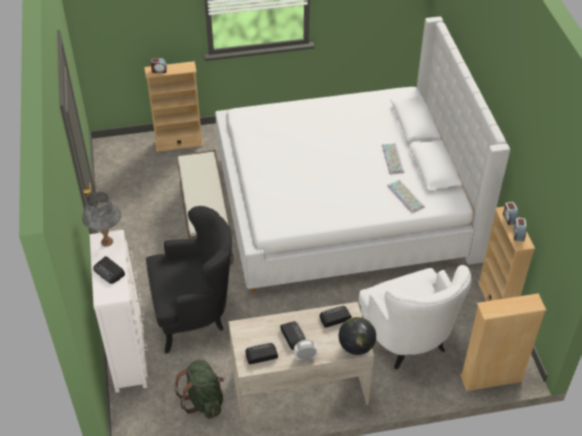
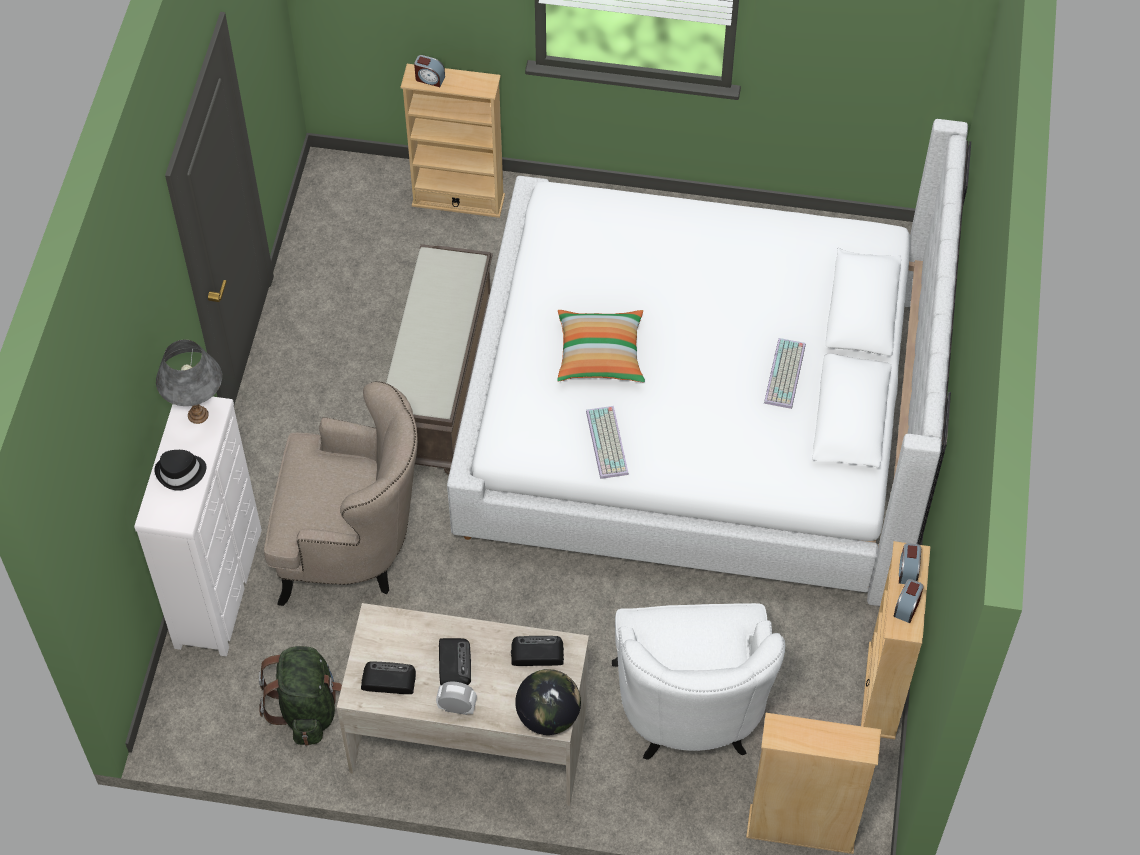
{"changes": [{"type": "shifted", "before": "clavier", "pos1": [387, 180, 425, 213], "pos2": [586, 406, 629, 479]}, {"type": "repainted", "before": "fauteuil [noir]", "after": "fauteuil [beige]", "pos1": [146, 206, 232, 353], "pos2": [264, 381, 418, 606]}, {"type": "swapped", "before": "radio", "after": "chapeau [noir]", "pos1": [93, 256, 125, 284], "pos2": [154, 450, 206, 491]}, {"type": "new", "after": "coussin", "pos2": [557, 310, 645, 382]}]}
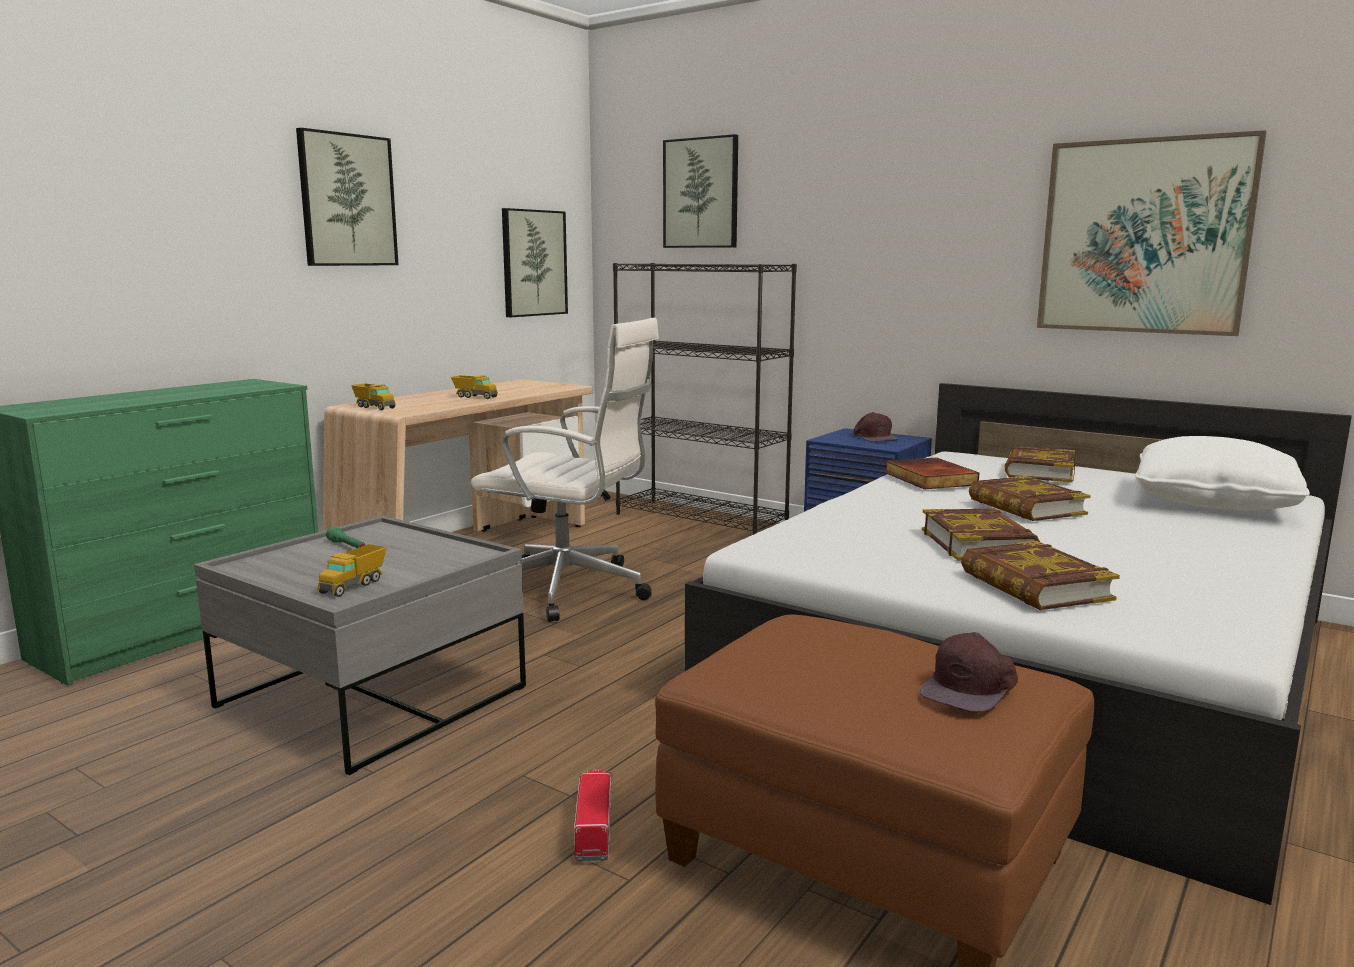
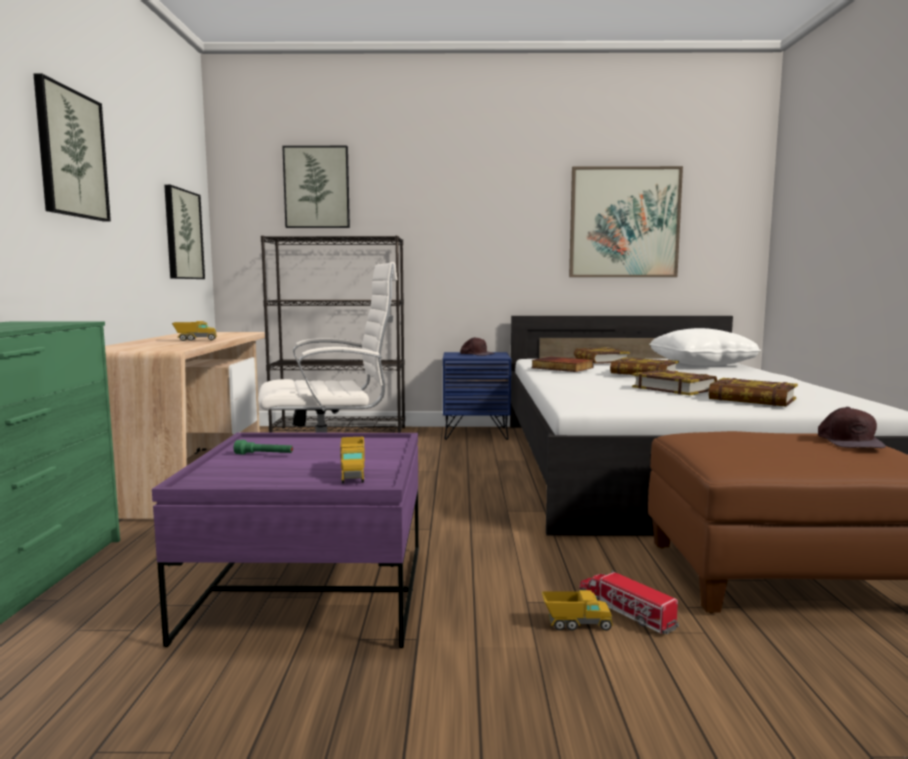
{"changes": [{"type": "shifted", "before": "camion jouet", "pos1": [351, 383, 396, 410], "pos2": [542, 590, 613, 631]}, {"type": "repainted", "before": "table basse [gris]", "after": "table basse [violet]", "pos1": [194, 516, 526, 775], "pos2": [152, 432, 419, 648]}]}
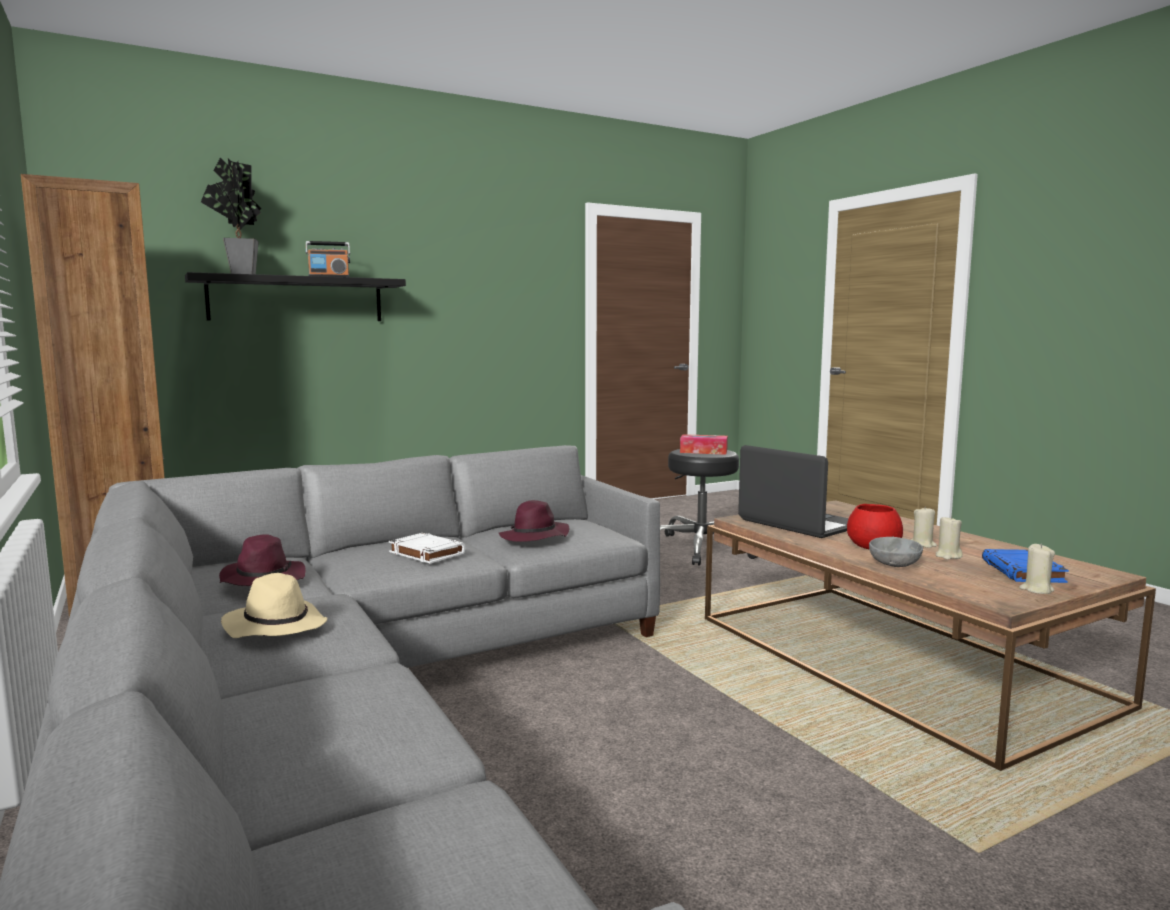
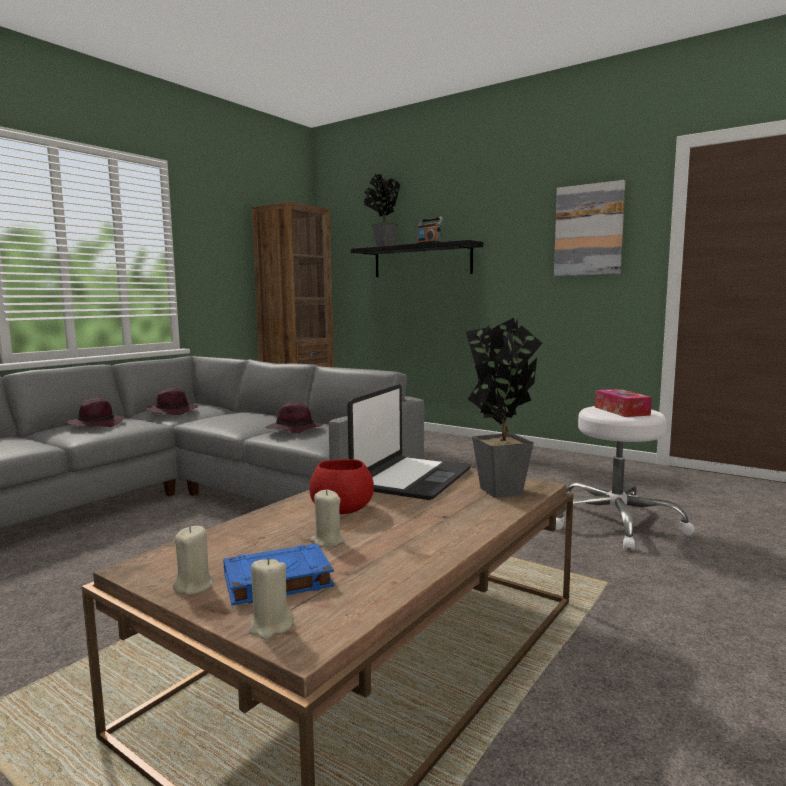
{"changes": [{"type": "repainted", "before": "tabouret [noir]", "after": "tabouret [blanc]", "pos1": [660, 449, 757, 566], "pos2": [556, 406, 695, 550]}, {"type": "shifted", "before": "bougie [beige]", "pos1": [911, 506, 937, 548], "pos2": [249, 558, 294, 639]}, {"type": "gone", "before": "livre [blanc]", "pos1": [389, 533, 466, 564]}, {"type": "gone", "before": "bol [gris]", "pos1": [869, 537, 923, 567]}, {"type": "repainted", "before": "chapeau [beige]", "after": "chapeau [violet]", "pos1": [221, 573, 327, 638], "pos2": [66, 398, 125, 427]}, {"type": "new", "after": "tableau", "pos2": [554, 180, 625, 276]}, {"type": "new", "after": "plante en pot", "pos2": [466, 318, 542, 498]}]}
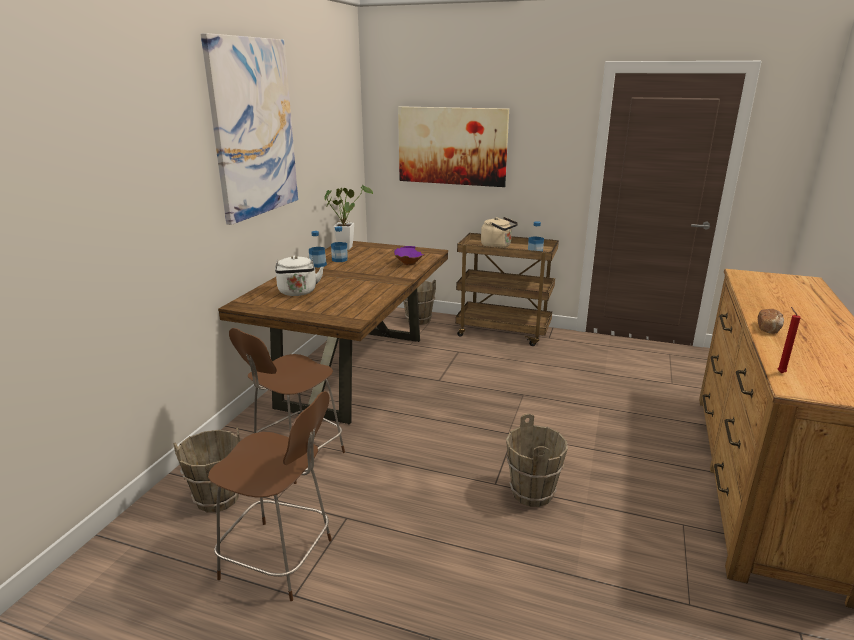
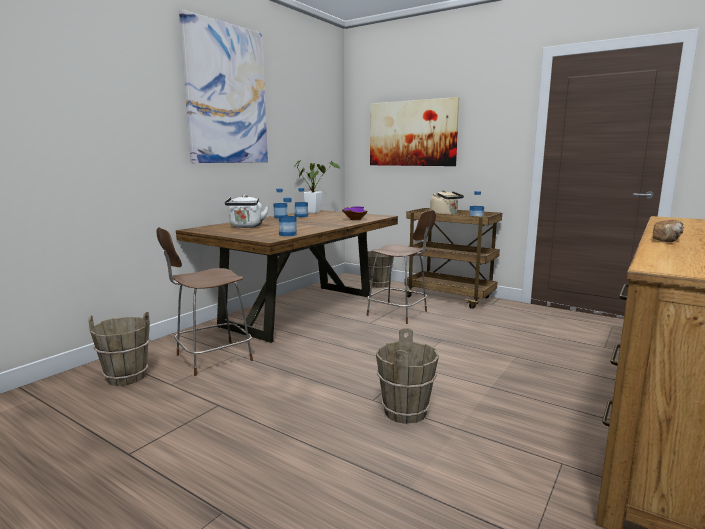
{"changes": [{"type": "gone", "before": "bougie [rouge]", "pos1": [777, 307, 801, 373]}, {"type": "shifted", "before": "chaise [marron]", "pos1": [208, 391, 332, 601], "pos2": [367, 210, 436, 324]}, {"type": "new", "after": "bouteille", "pos2": [279, 198, 297, 236]}]}
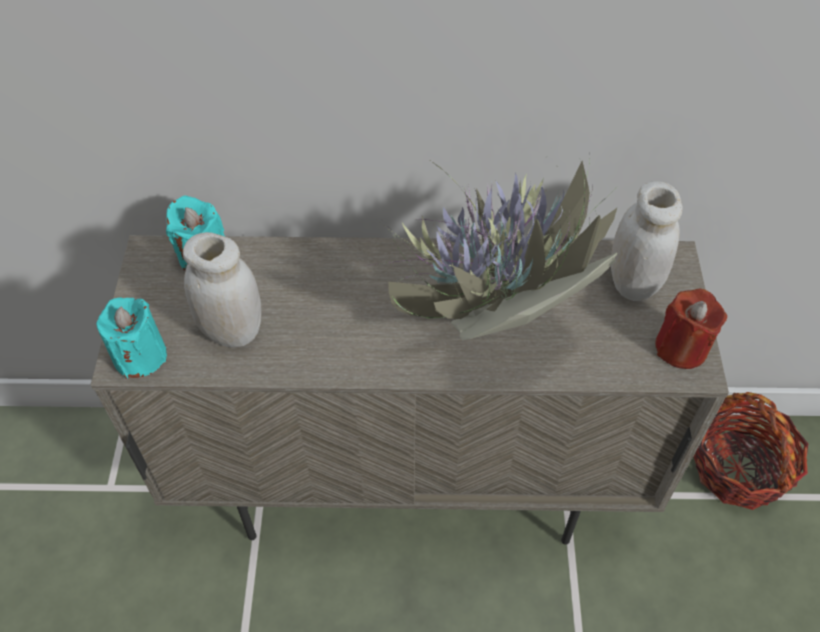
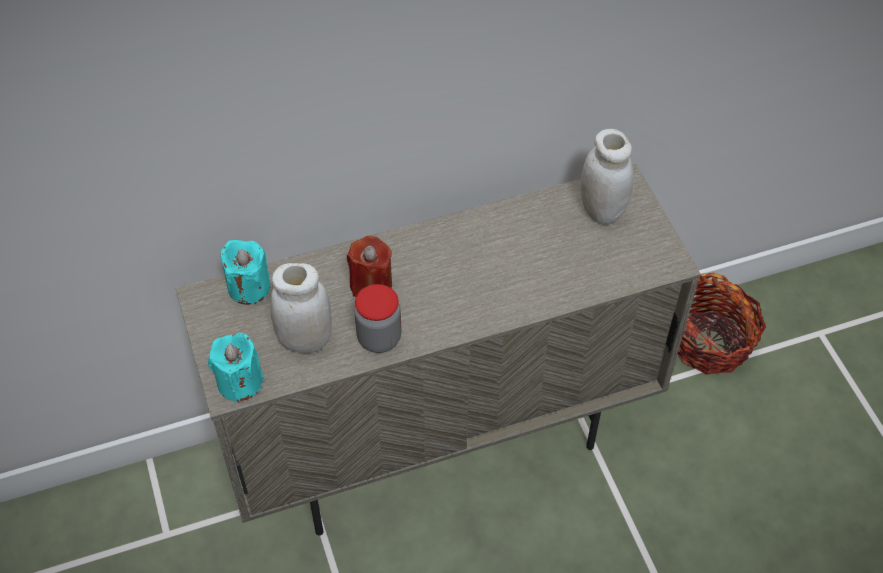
{"changes": [{"type": "gone", "before": "plante en pot", "pos1": [374, 155, 618, 340]}, {"type": "shifted", "before": "bougie [rouge]", "pos1": [655, 289, 727, 369], "pos2": [347, 236, 392, 297]}, {"type": "new", "after": "bocal", "pos2": [354, 284, 402, 353]}]}
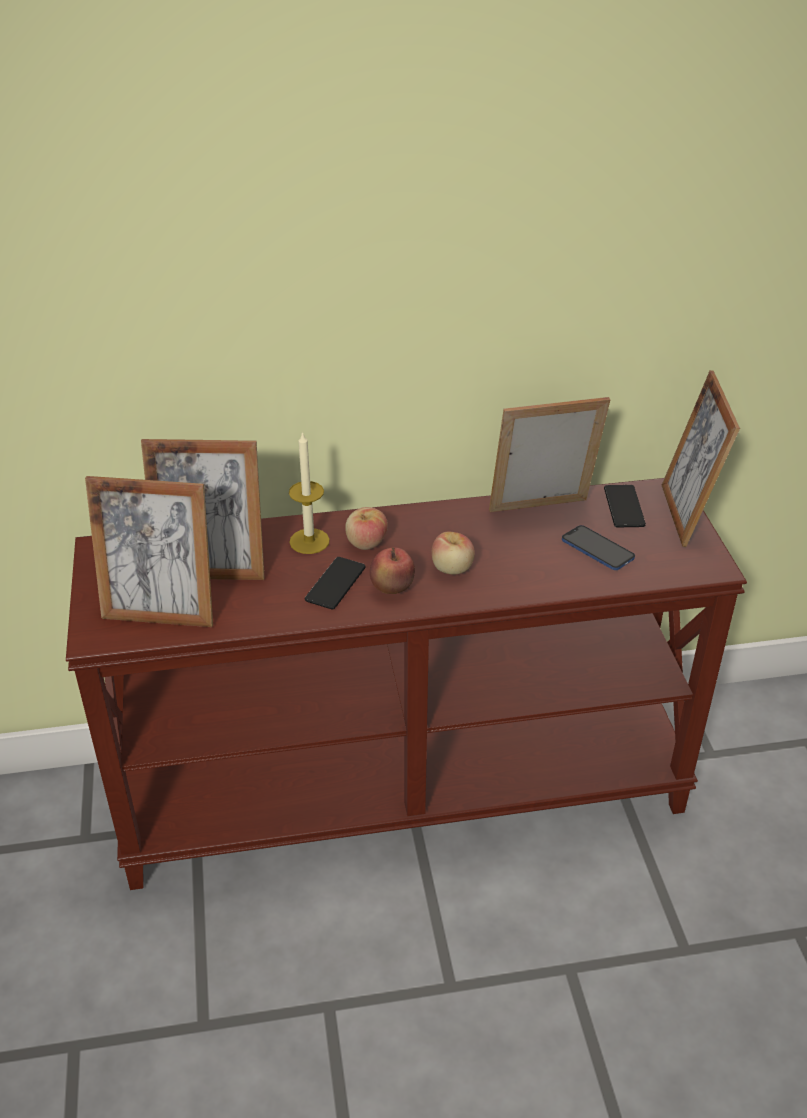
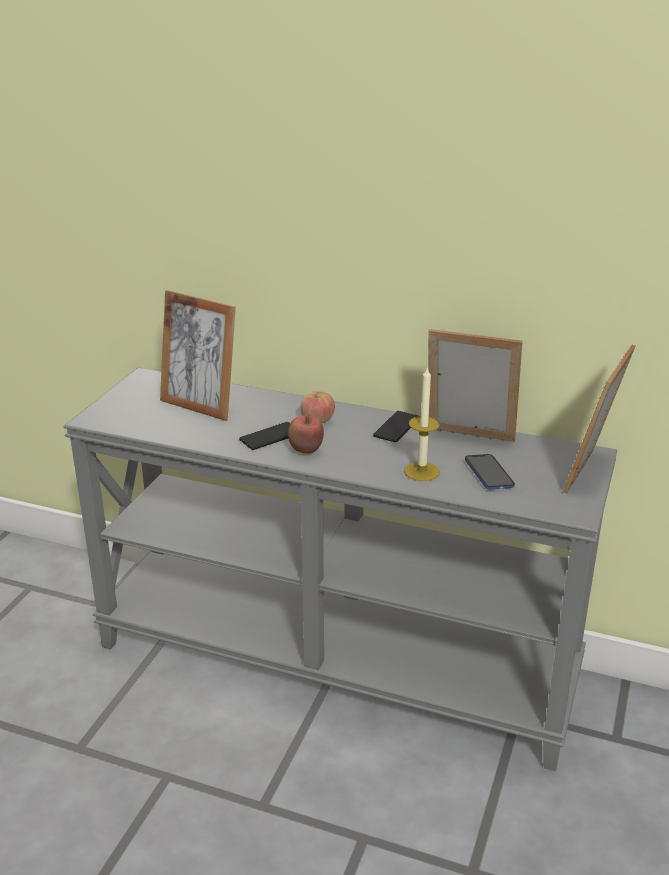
{"changes": [{"type": "shifted", "before": "bougie", "pos1": [289, 431, 330, 554], "pos2": [404, 366, 440, 481]}, {"type": "gone", "before": "cadre photo", "pos1": [85, 476, 213, 627]}, {"type": "repainted", "before": "table console [marron]", "after": "table console [gris]", "pos1": [66, 478, 747, 890], "pos2": [64, 368, 617, 771]}, {"type": "shifted", "before": "téléphone", "pos1": [604, 485, 646, 527], "pos2": [373, 411, 418, 442]}, {"type": "gone", "before": "pomme", "pos1": [432, 532, 475, 574]}]}
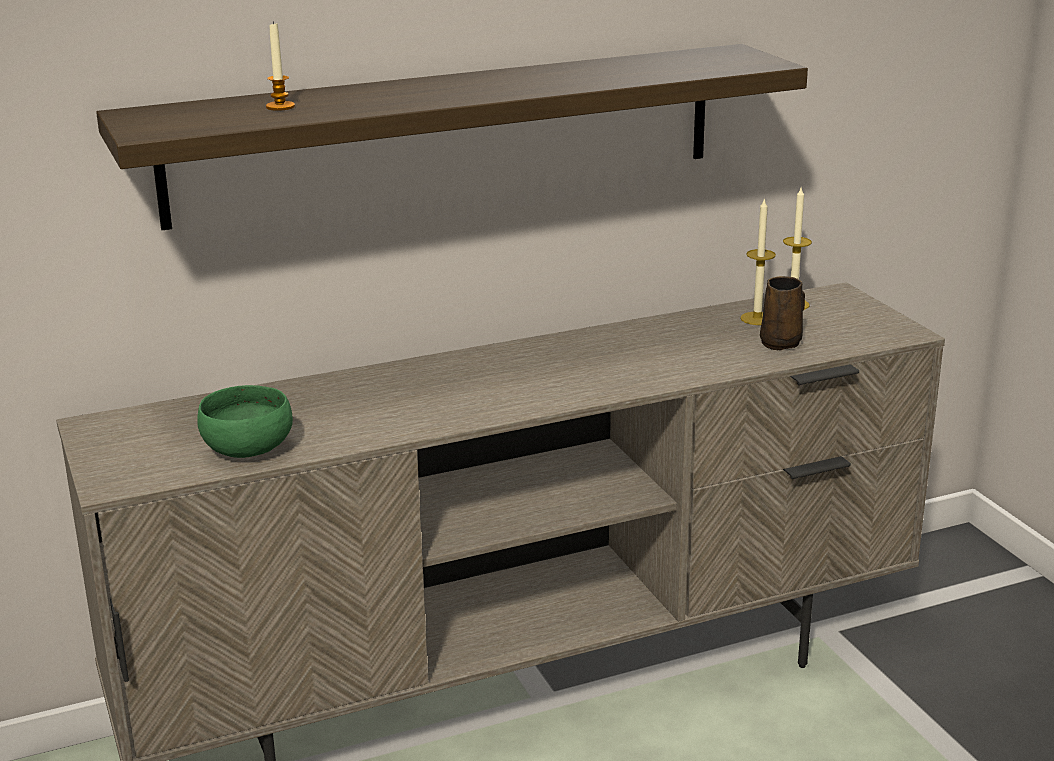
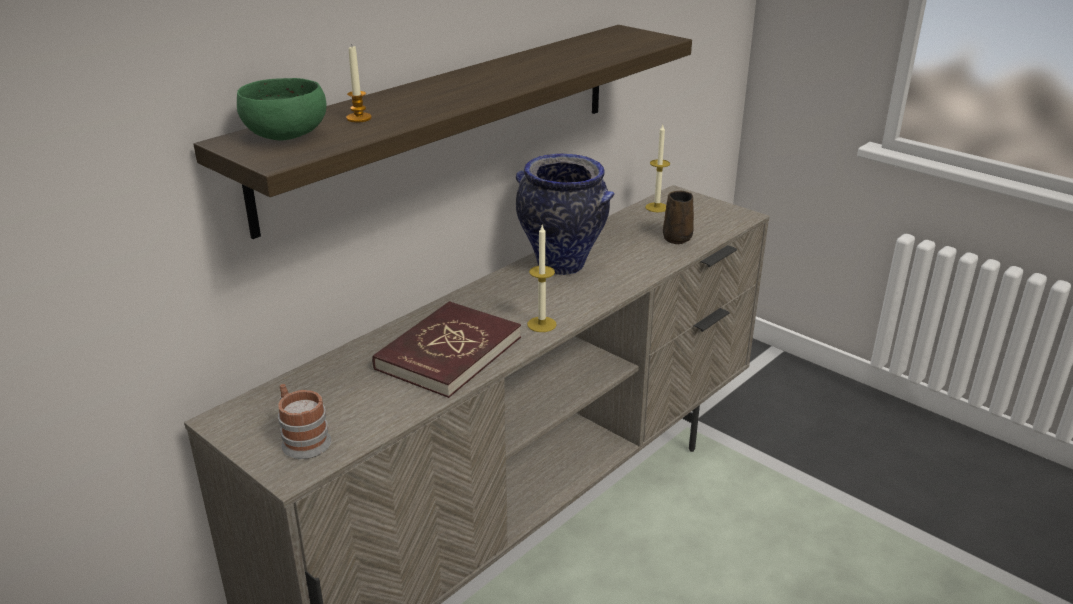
{"changes": [{"type": "shifted", "before": "bougie", "pos1": [740, 198, 776, 325], "pos2": [527, 225, 557, 332]}, {"type": "shifted", "before": "bol [vert]", "pos1": [197, 385, 293, 458], "pos2": [237, 78, 327, 141]}, {"type": "new", "after": "vase", "pos2": [516, 153, 615, 275]}, {"type": "new", "after": "livre [rouge]", "pos2": [372, 301, 521, 398]}, {"type": "new", "after": "mug", "pos2": [278, 384, 331, 459]}]}
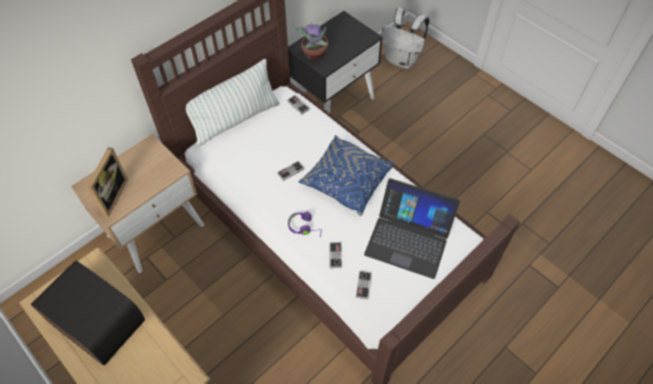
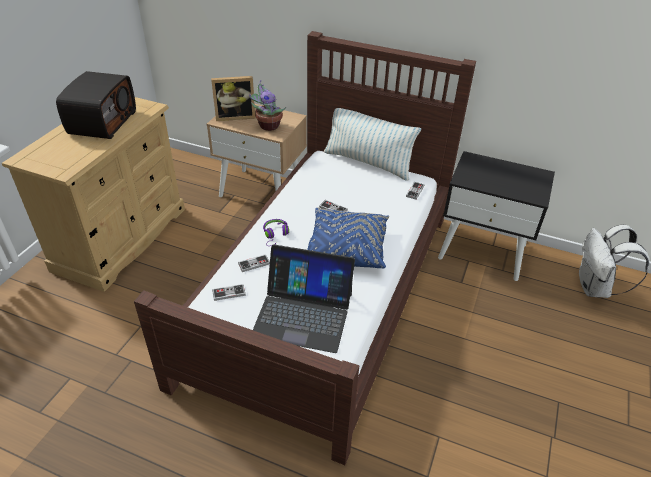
{"changes": [{"type": "shifted", "before": "plante en pot", "pos1": [292, 22, 328, 61], "pos2": [249, 80, 286, 131]}, {"type": "rotated", "before": "ordinateur portable", "pos1": [364, 178, 460, 279], "pos2": [253, 244, 355, 353], "turn": -75}]}
